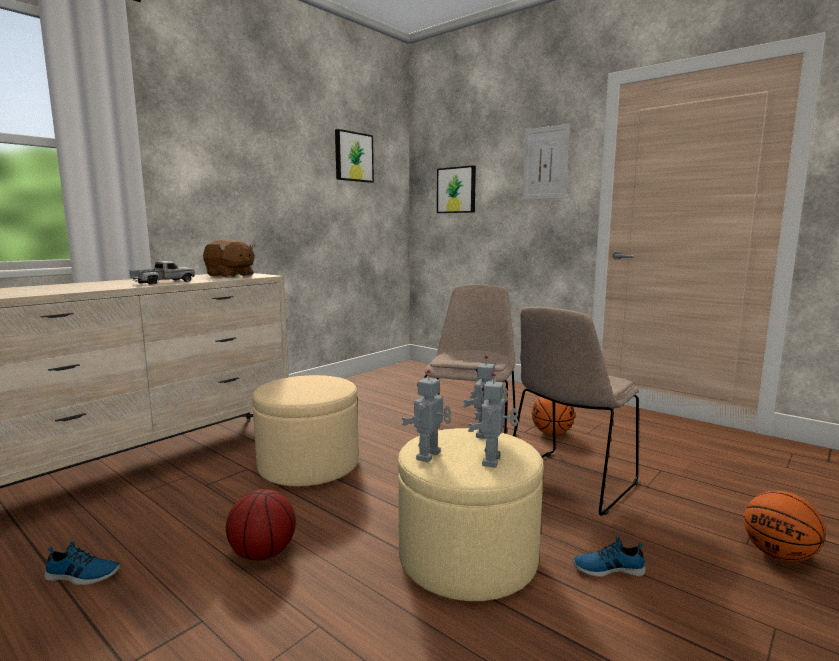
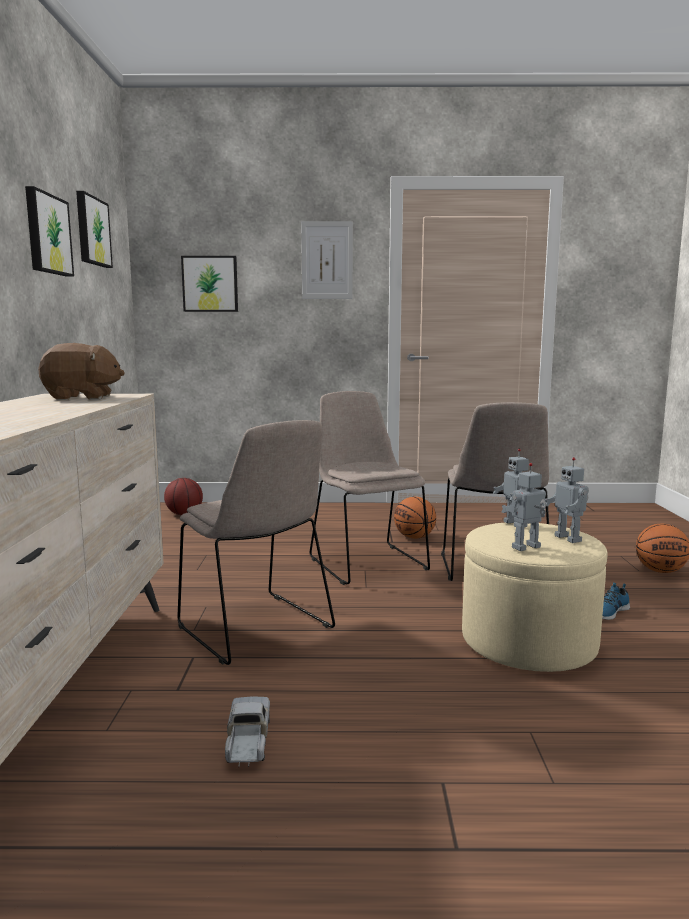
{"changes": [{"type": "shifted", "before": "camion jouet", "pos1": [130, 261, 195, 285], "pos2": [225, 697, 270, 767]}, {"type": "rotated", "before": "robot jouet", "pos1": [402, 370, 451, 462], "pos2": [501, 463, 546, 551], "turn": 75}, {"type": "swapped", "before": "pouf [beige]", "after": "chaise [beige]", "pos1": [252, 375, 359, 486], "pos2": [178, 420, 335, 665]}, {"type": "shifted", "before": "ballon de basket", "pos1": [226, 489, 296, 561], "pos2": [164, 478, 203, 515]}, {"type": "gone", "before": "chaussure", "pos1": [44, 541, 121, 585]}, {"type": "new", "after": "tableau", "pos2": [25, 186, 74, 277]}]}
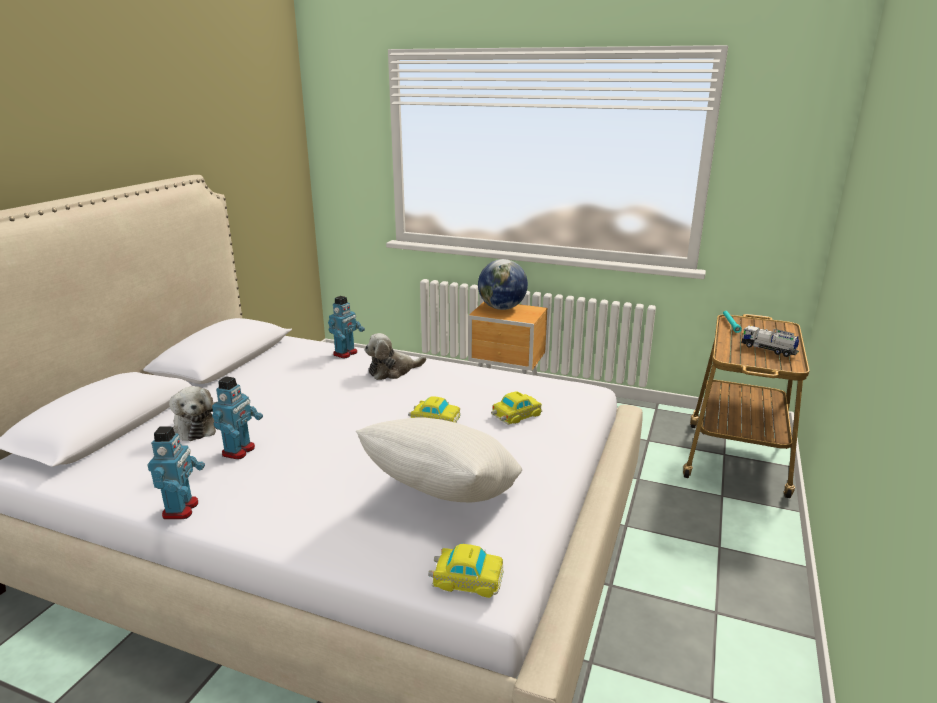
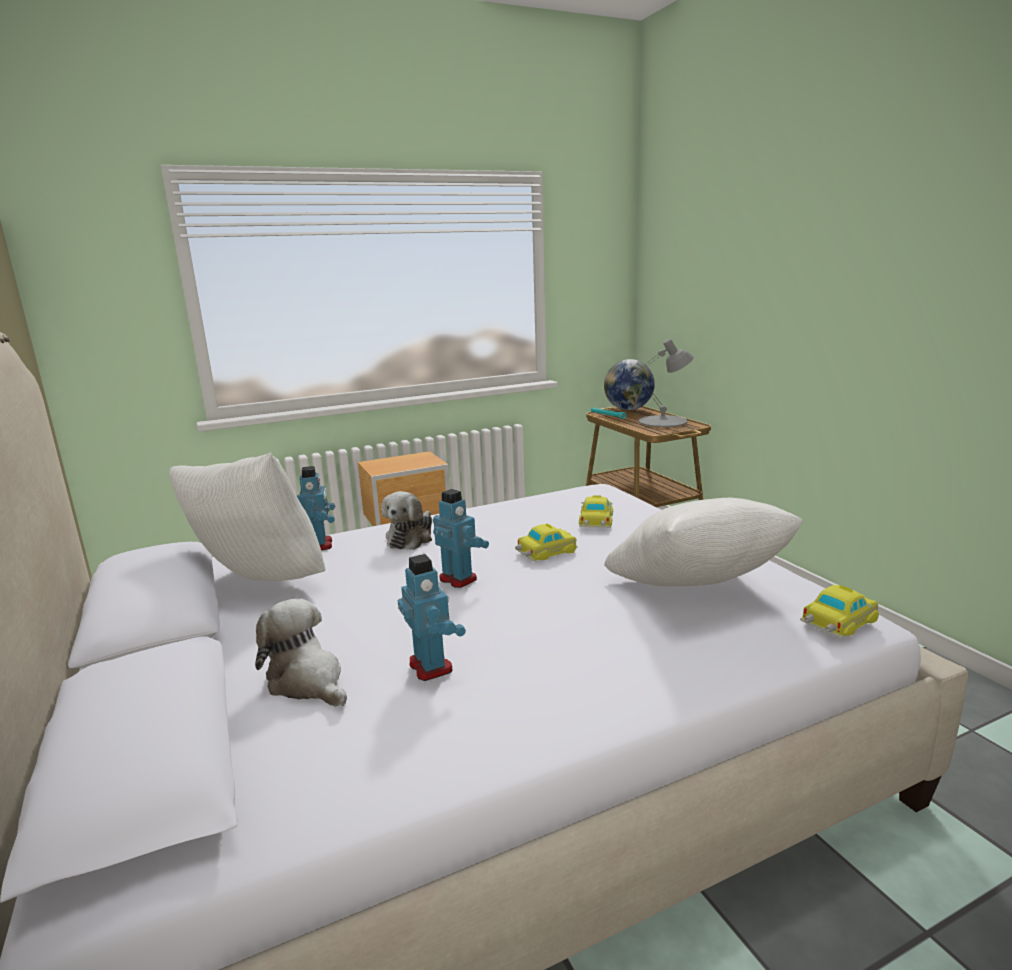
{"changes": [{"type": "shifted", "before": "globe", "pos1": [478, 259, 528, 310], "pos2": [604, 359, 655, 410]}, {"type": "swapped", "before": "camion jouet", "after": "lampe de table [gris]", "pos1": [742, 325, 799, 357], "pos2": [632, 339, 694, 427]}, {"type": "rotated", "before": "peluche", "pos1": [169, 386, 217, 441], "pos2": [255, 599, 347, 707], "turn": -150}, {"type": "shifted", "before": "robot jouet", "pos1": [147, 427, 205, 519], "pos2": [433, 489, 489, 588]}, {"type": "new", "after": "coussin [blanc]", "pos2": [169, 452, 325, 581]}]}
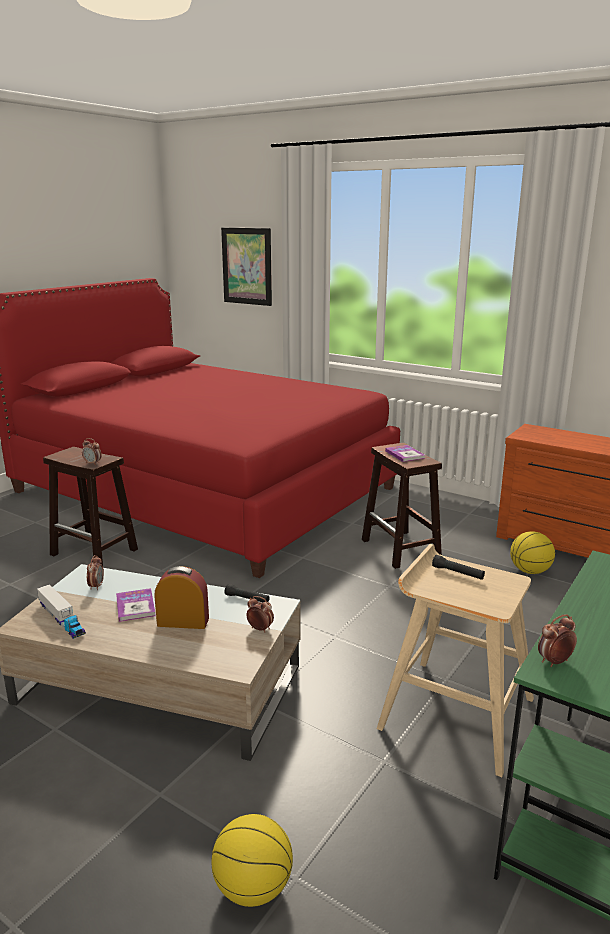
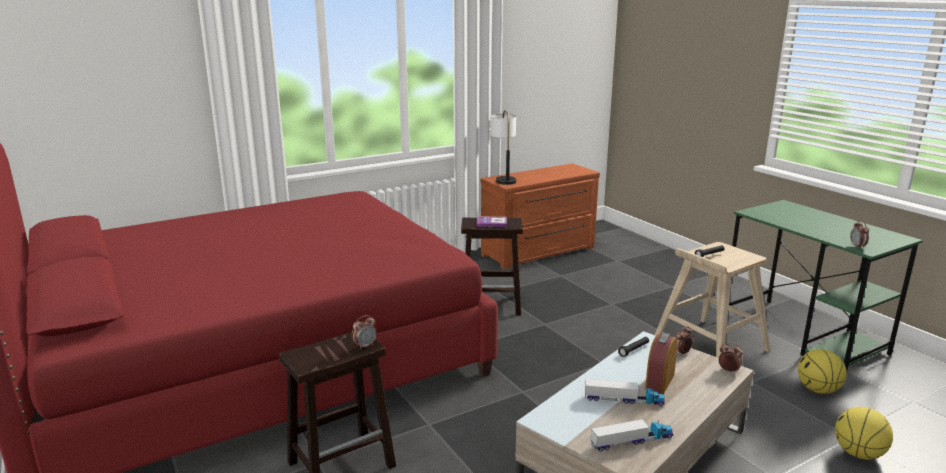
{"changes": [{"type": "gone", "before": "tableau", "pos1": [221, 228, 272, 306]}, {"type": "shifted", "before": "ballon de basket", "pos1": [510, 531, 555, 574], "pos2": [798, 349, 847, 394]}, {"type": "shifted", "before": "réveil", "pos1": [87, 555, 104, 590], "pos2": [719, 343, 743, 373]}, {"type": "swapped", "before": "livre", "after": "camion jouet", "pos1": [116, 588, 156, 622], "pos2": [585, 379, 665, 406]}, {"type": "new", "after": "lampe de table", "pos2": [490, 110, 516, 185]}]}
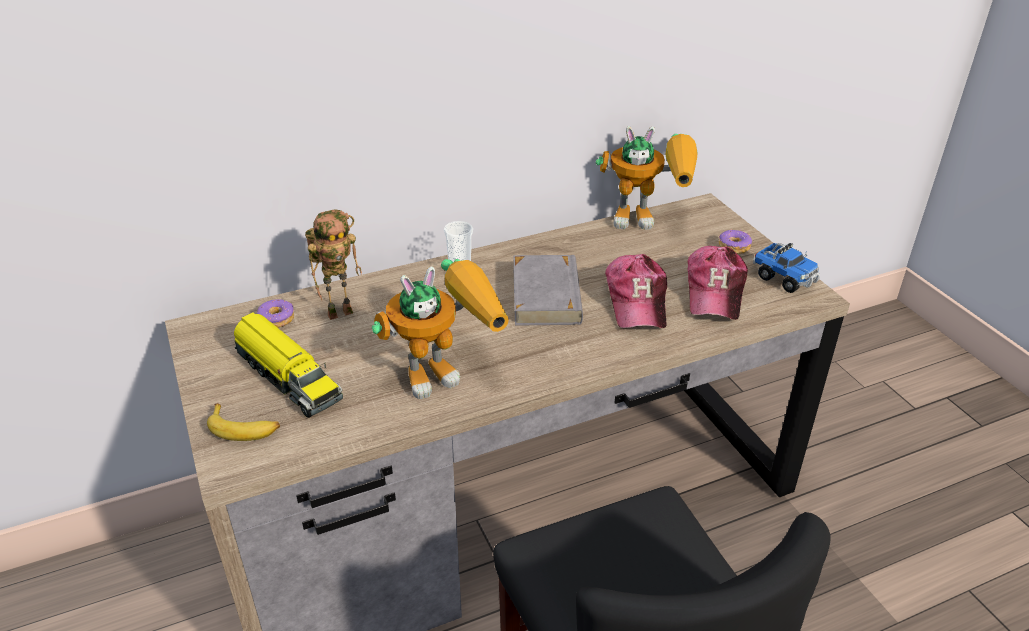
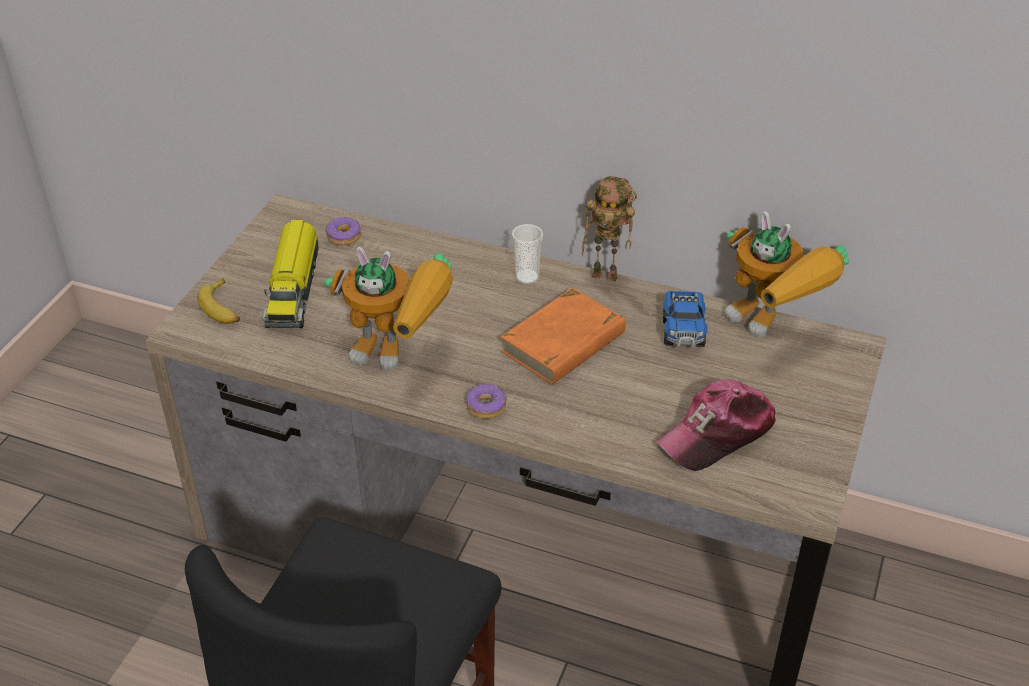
{"changes": [{"type": "shifted", "before": "robot jouet", "pos1": [305, 210, 362, 320], "pos2": [582, 176, 637, 282]}, {"type": "shifted", "before": "beignet", "pos1": [719, 230, 752, 254], "pos2": [466, 384, 507, 419]}, {"type": "shifted", "before": "camion jouet", "pos1": [753, 243, 820, 293], "pos2": [663, 291, 709, 348]}, {"type": "gone", "before": "casquette", "pos1": [605, 254, 667, 328]}, {"type": "repainted", "before": "livre [gris]", "after": "livre [orange]", "pos1": [513, 255, 583, 326], "pos2": [501, 287, 626, 385]}]}
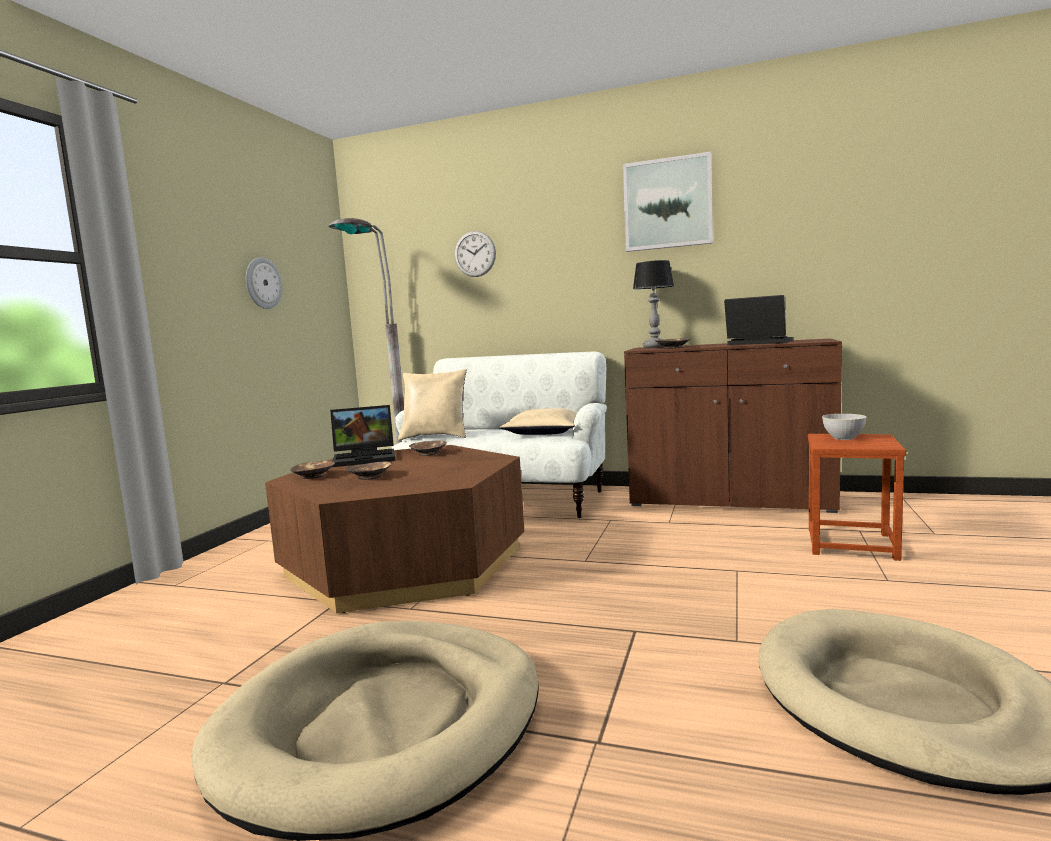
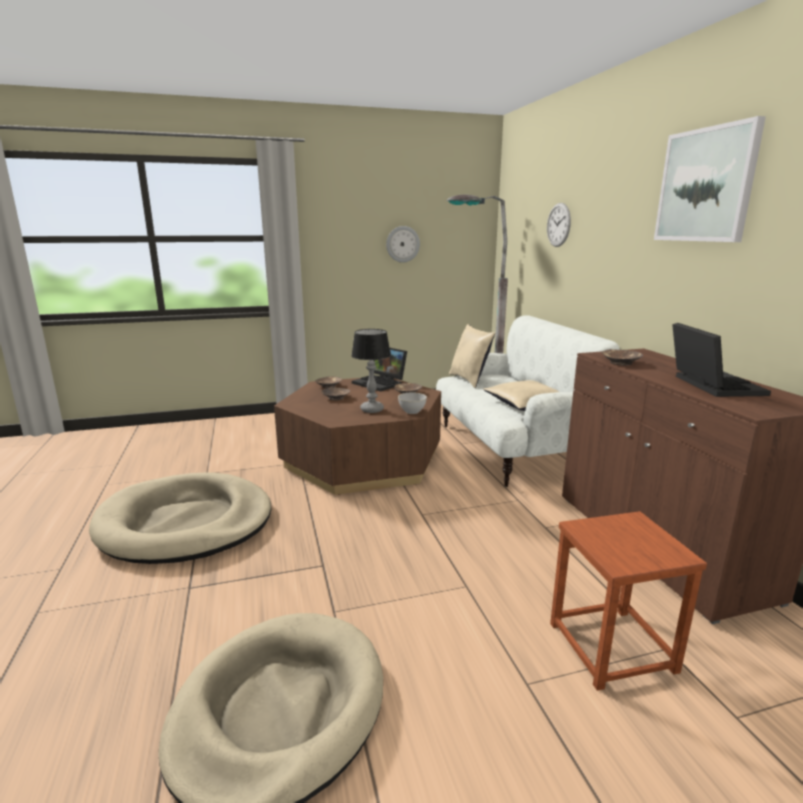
{"changes": [{"type": "shifted", "before": "lampe de table", "pos1": [633, 260, 674, 348], "pos2": [351, 329, 391, 413]}, {"type": "shifted", "before": "bol [gris]", "pos1": [822, 414, 867, 440], "pos2": [398, 392, 427, 414]}]}
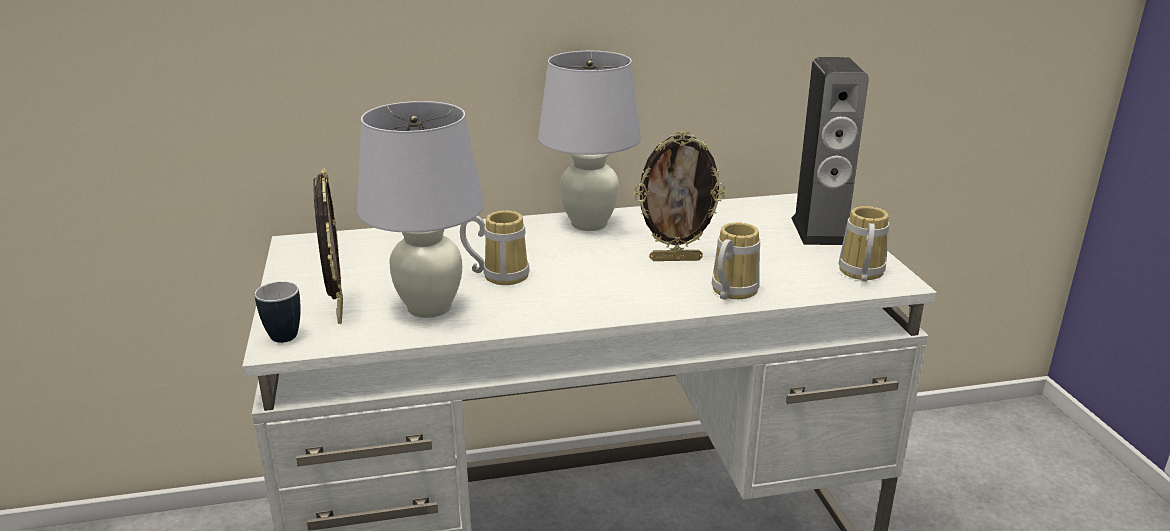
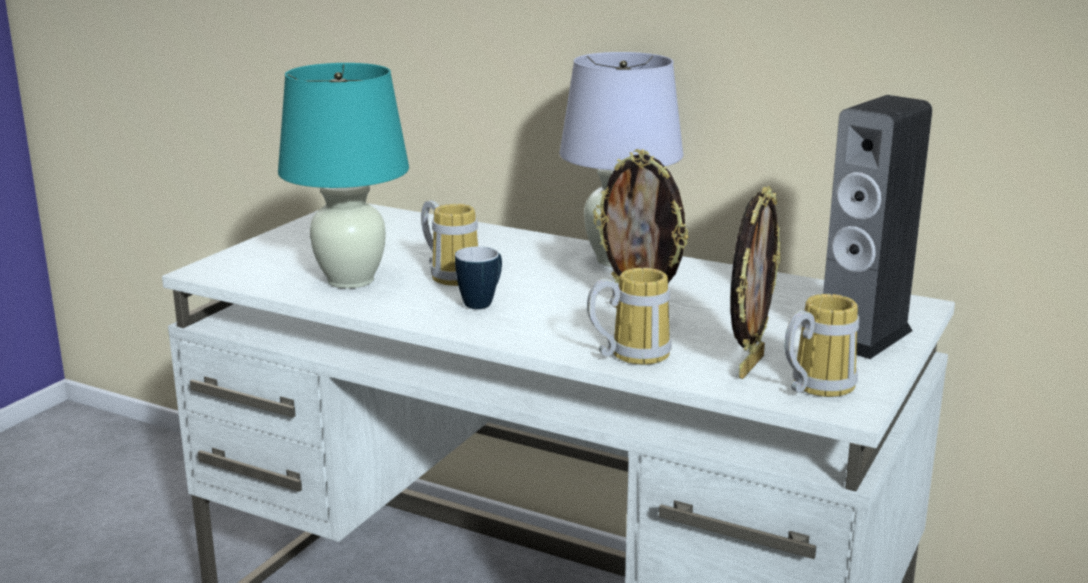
{"changes": [{"type": "repainted", "before": "lampe de table [blanc]", "after": "lampe de table [turquoise]", "pos1": [357, 101, 484, 318], "pos2": [278, 63, 409, 289]}, {"type": "shifted", "before": "cadre photo", "pos1": [313, 168, 343, 324], "pos2": [730, 186, 781, 379]}, {"type": "shifted", "before": "mug", "pos1": [255, 281, 300, 343], "pos2": [455, 246, 502, 309]}]}
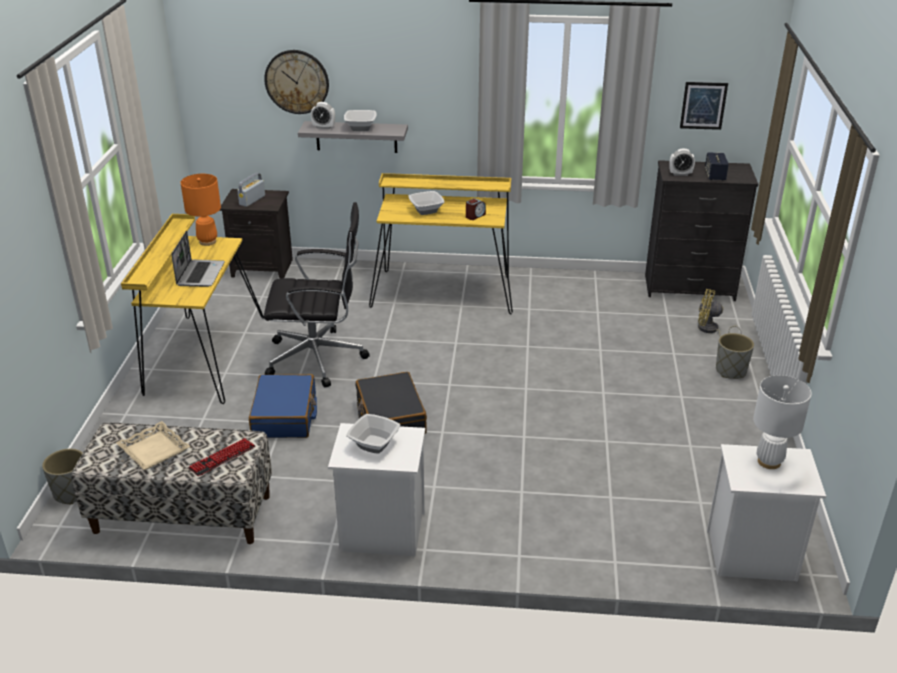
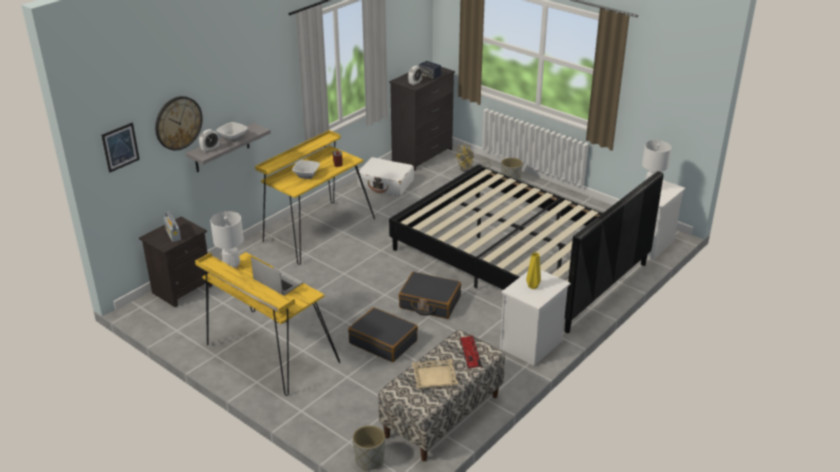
{"changes": [{"type": "shifted", "before": "tableau", "pos1": [680, 82, 728, 130], "pos2": [101, 122, 140, 173]}, {"type": "repainted", "before": "lampe de table [orange]", "after": "lampe de table [blanc]", "pos1": [180, 174, 221, 246], "pos2": [210, 211, 244, 269]}, {"type": "gone", "before": "chaise de bureau [noir]", "pos1": [264, 202, 370, 387]}, {"type": "repainted", "before": "valise [bleu]", "after": "valise [noir]", "pos1": [249, 374, 317, 438], "pos2": [348, 307, 418, 362]}, {"type": "swapped", "before": "bol", "after": "vase [jaune]", "pos1": [346, 414, 400, 454], "pos2": [526, 252, 541, 289]}, {"type": "new", "after": "valise [blanc]", "pos2": [357, 157, 414, 196]}, {"type": "new", "after": "lit [noir]", "pos2": [389, 165, 664, 333]}]}
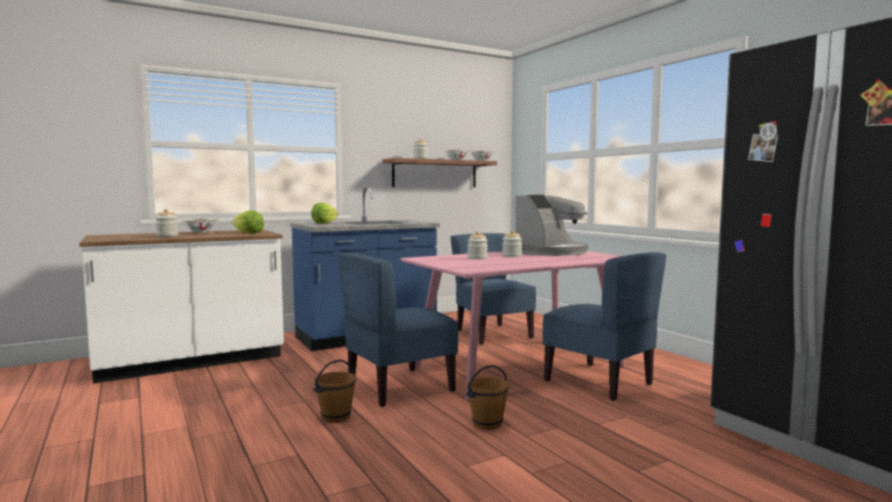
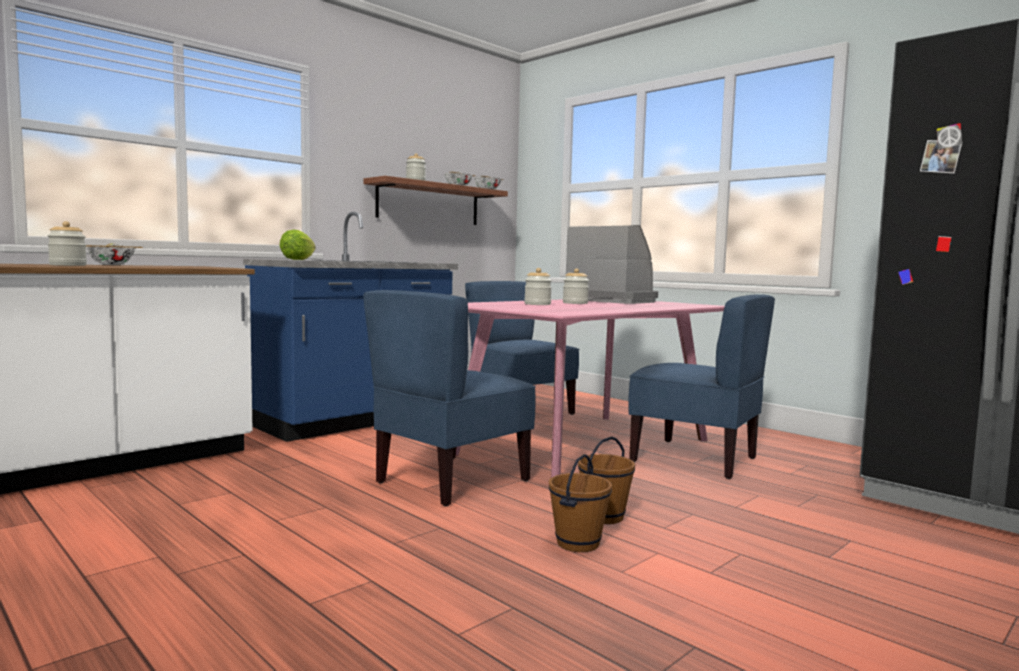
{"changes": [{"type": "rotated", "before": "machine à café", "pos1": [515, 195, 588, 256], "pos2": [566, 225, 658, 304], "turn": -75}, {"type": "gone", "before": "laitue", "pos1": [232, 210, 264, 234]}, {"type": "shifted", "before": "seau [marron]", "pos1": [313, 360, 356, 423], "pos2": [549, 454, 612, 552]}]}
